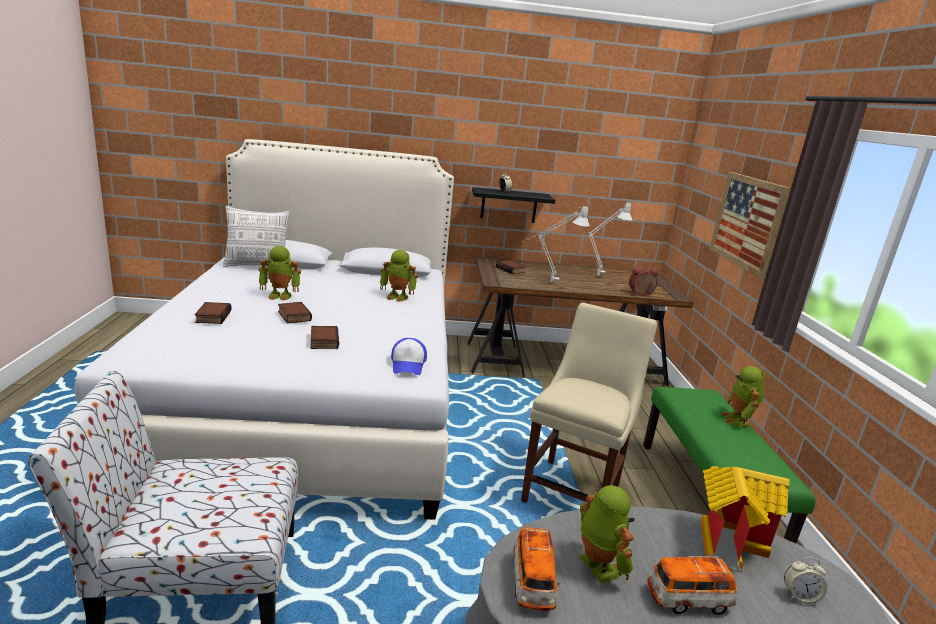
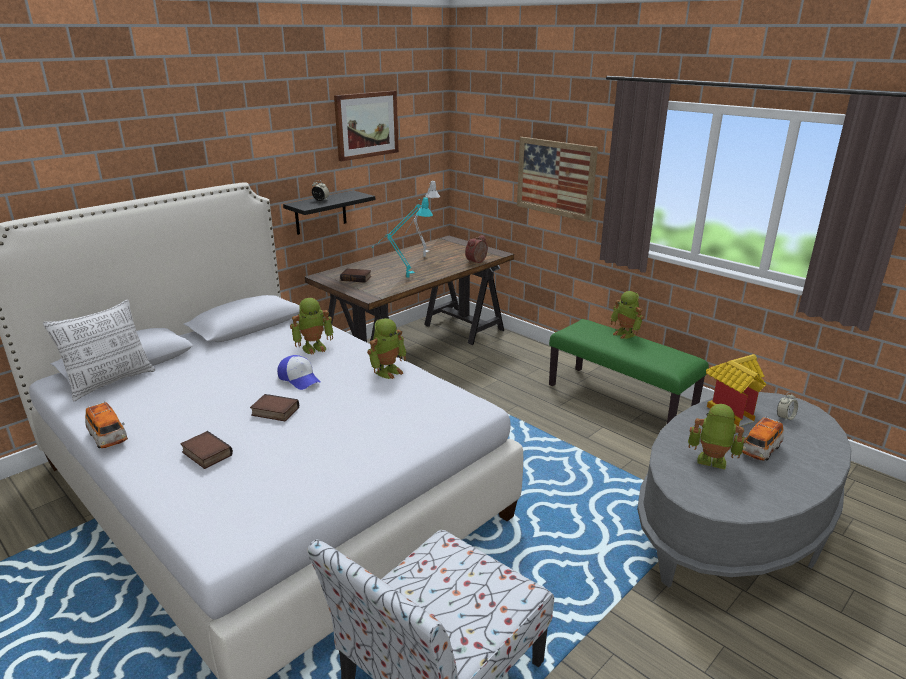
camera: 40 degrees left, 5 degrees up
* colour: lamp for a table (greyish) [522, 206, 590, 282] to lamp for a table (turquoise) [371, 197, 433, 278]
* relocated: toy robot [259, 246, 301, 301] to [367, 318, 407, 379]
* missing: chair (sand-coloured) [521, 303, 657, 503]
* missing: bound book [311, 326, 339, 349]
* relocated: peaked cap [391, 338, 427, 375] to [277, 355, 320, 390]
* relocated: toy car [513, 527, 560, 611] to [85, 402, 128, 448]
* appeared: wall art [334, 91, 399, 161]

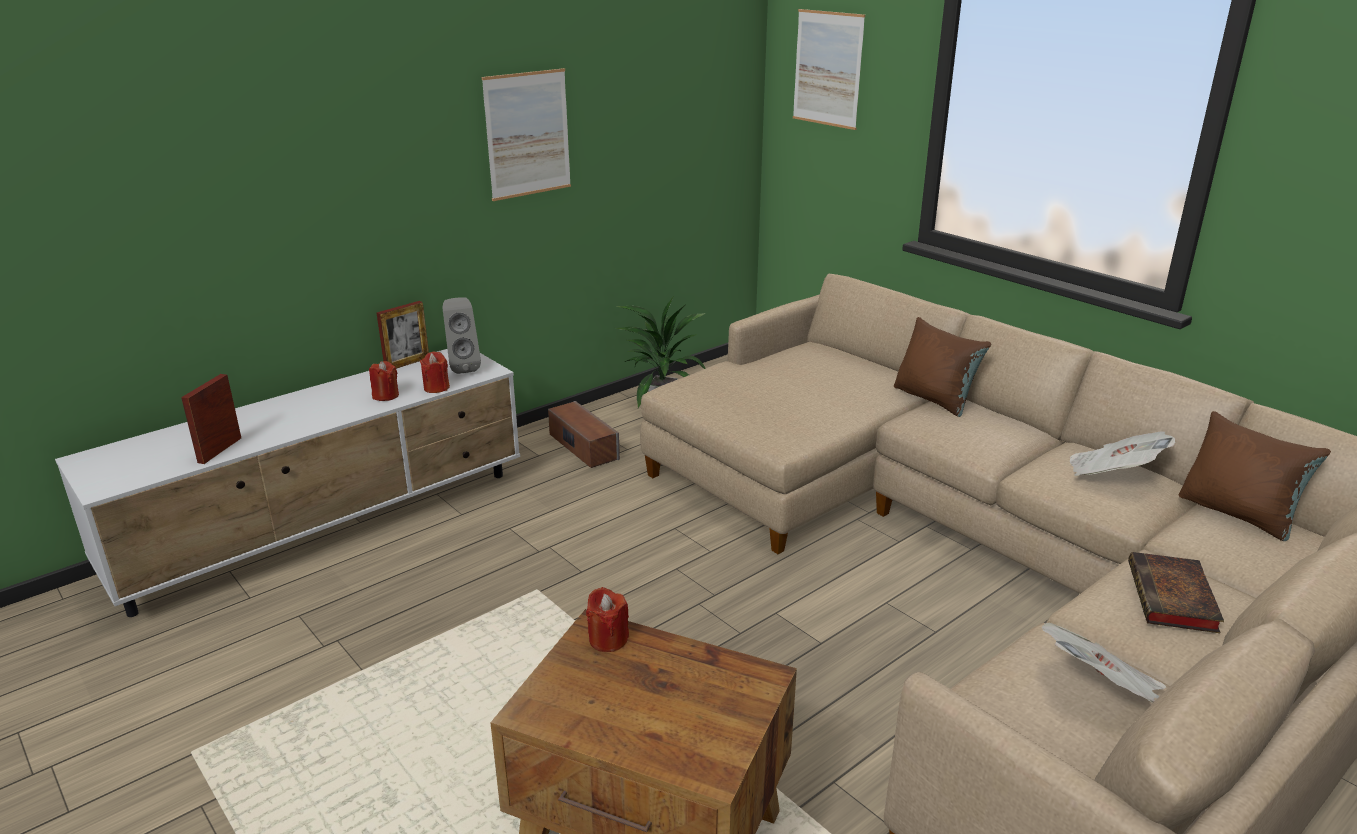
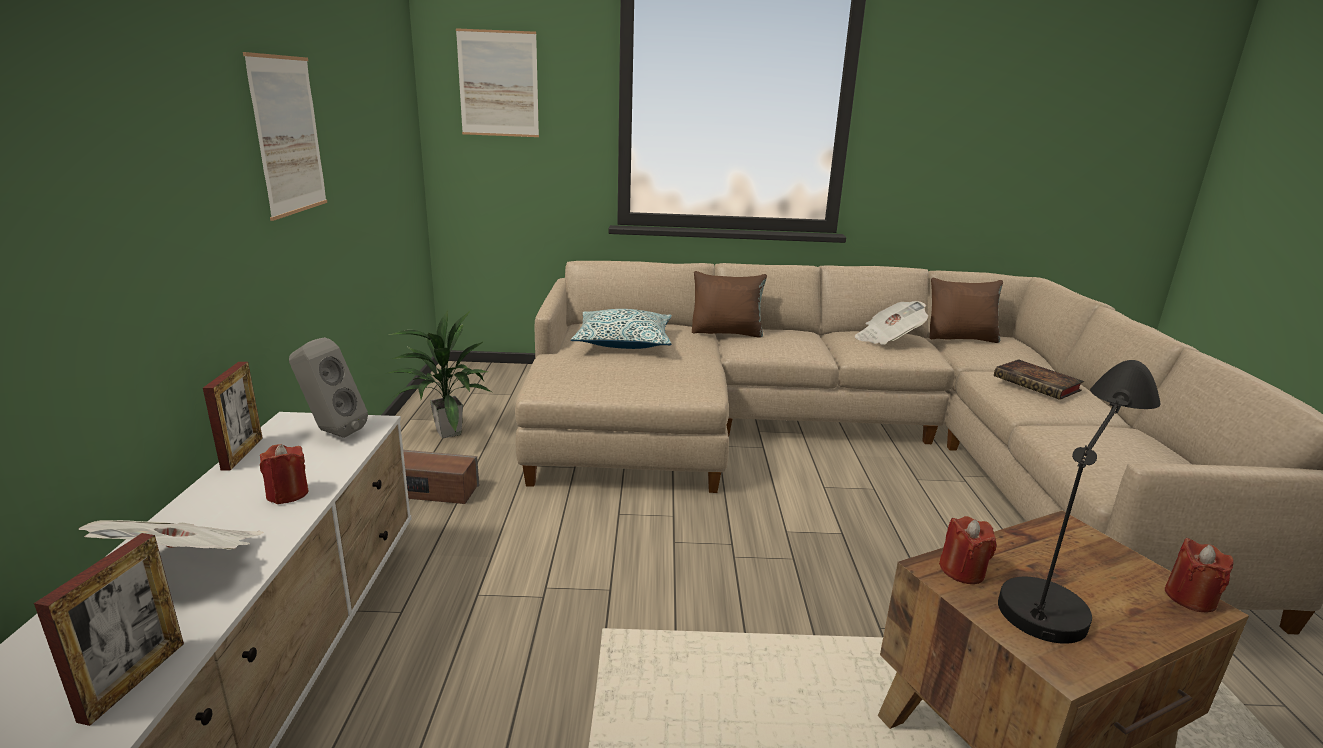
camera: 50 degrees left, 5 degrees down
* relocated: wax light (red-coloured) [420, 351, 450, 393] to [1165, 538, 1234, 612]
* spun: photo frame [181, 374, 241, 464] = [34, 533, 184, 726] 135 degrees counterclockwise
* relocated: newspaper [1042, 623, 1166, 703] to [79, 520, 264, 550]
* appeared: pillow [571, 309, 672, 349]
* appeared: lamp for a table (blackish) [998, 360, 1161, 644]

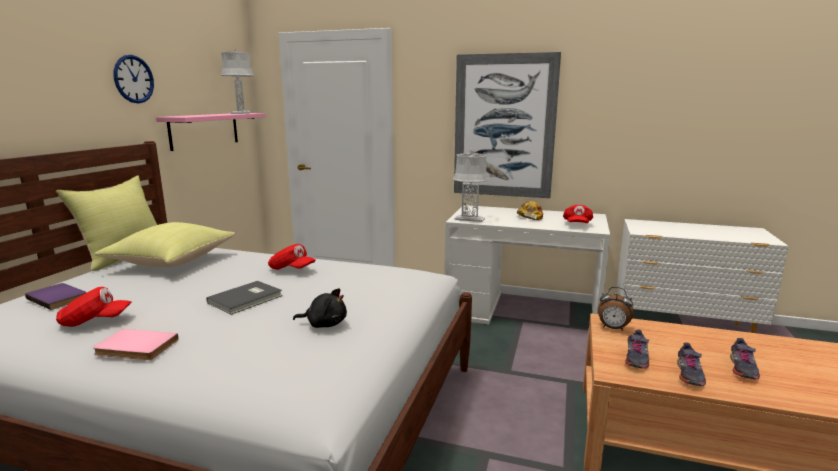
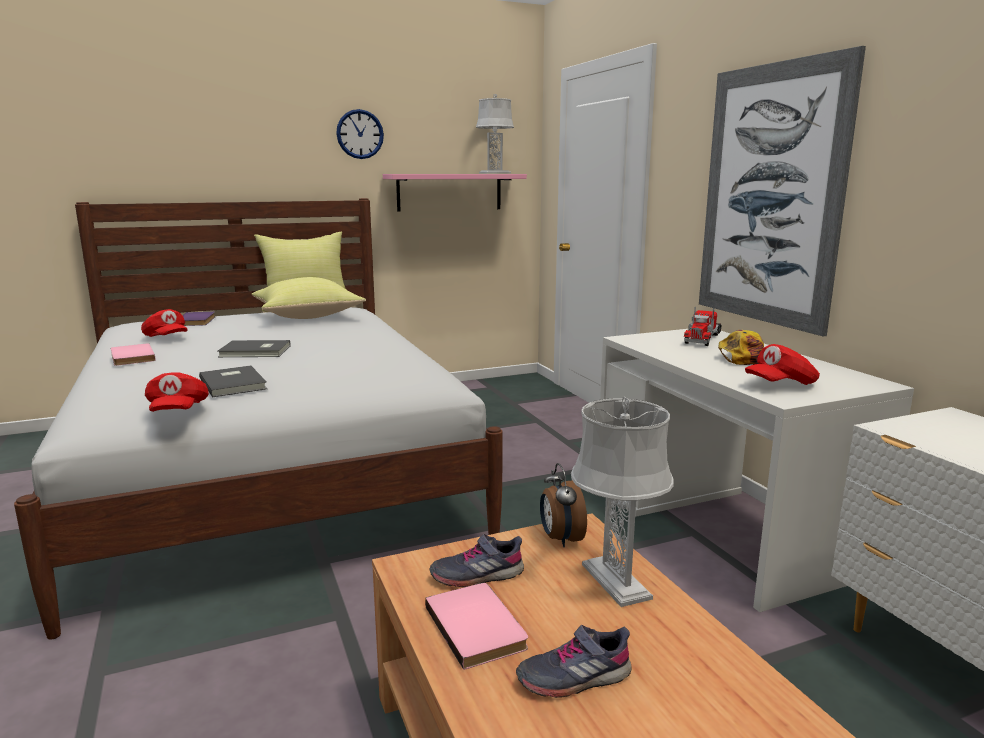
camera: 50 degrees right, 0 degrees up
* relocated: lamp for a table (greyish) [453, 150, 489, 222] to [571, 397, 674, 607]
* relocated: peaked cap (red-coloured) [268, 244, 316, 270] to [145, 373, 209, 412]
* exchanged: plush toy (blackish) [293, 288, 347, 328] to bound book (greyish) [199, 365, 267, 397]
* exchanged: shoe (greyish) [677, 343, 706, 386] to bound book (pink) [425, 583, 528, 670]
* appeared: toy truck [684, 307, 722, 346]

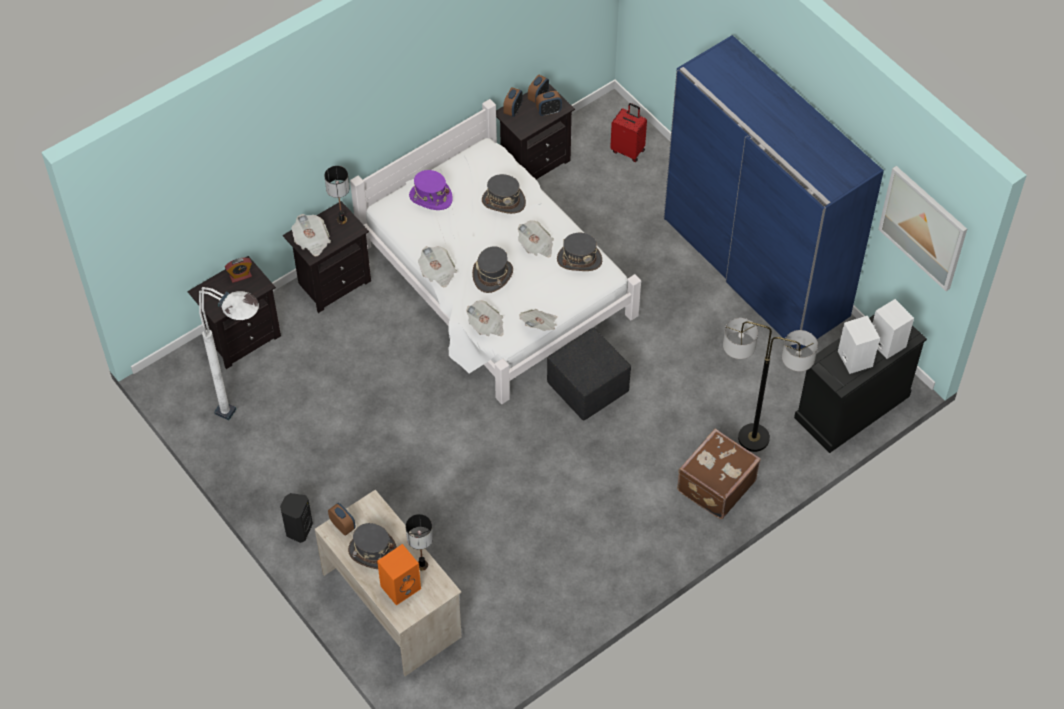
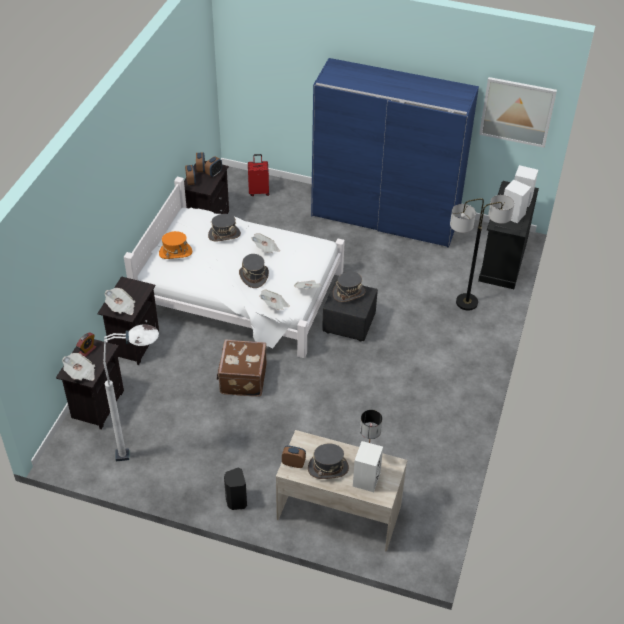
camera: 35 degrees left, 10 degrees down
* missing: lamp for a table [324, 166, 350, 224]
* colour: wearable hat (purple-coloured) [409, 170, 453, 210] to wearable hat (orangey) [159, 231, 192, 259]
* relocated: wearable hat (greyish) [557, 233, 602, 271] to [333, 272, 366, 302]
* relocated: newspaper [418, 246, 457, 287] to [62, 353, 95, 381]
* relocated: piece of luggage (brown) [677, 429, 761, 519] to [217, 339, 267, 397]
* colour: loudspeaker (orangey) [377, 544, 421, 606] to loudspeaker (white-coloured) [353, 441, 383, 492]

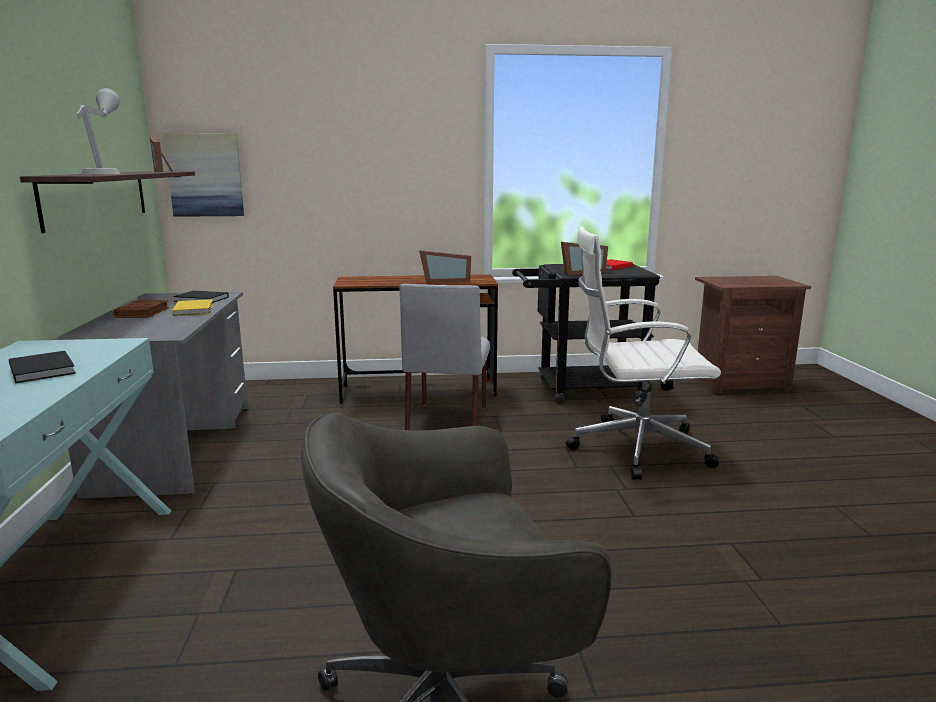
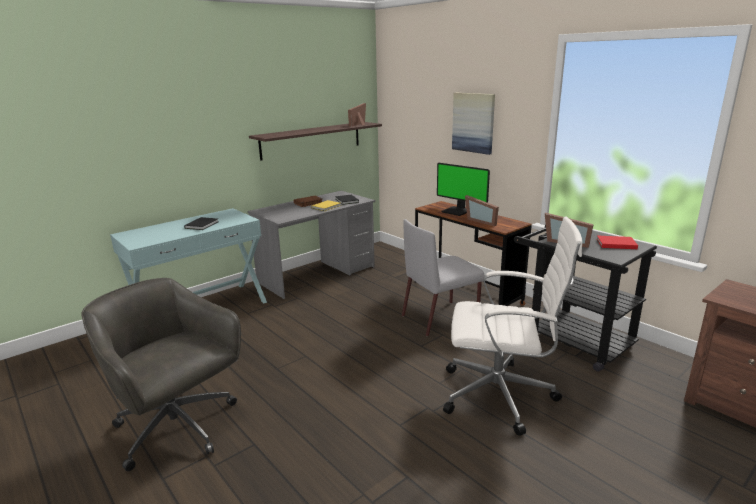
camera: 55 degrees right, 5 degrees up
* missing: lamp for a table (greyish) [77, 88, 120, 174]
* relocated: wall art [163, 133, 244, 217] to [452, 93, 495, 155]
* spun: desk chair (white-coloured) [566, 226, 721, 480] = [443, 216, 582, 436] 135 degrees clockwise
* appeared: computer display [437, 163, 490, 216]

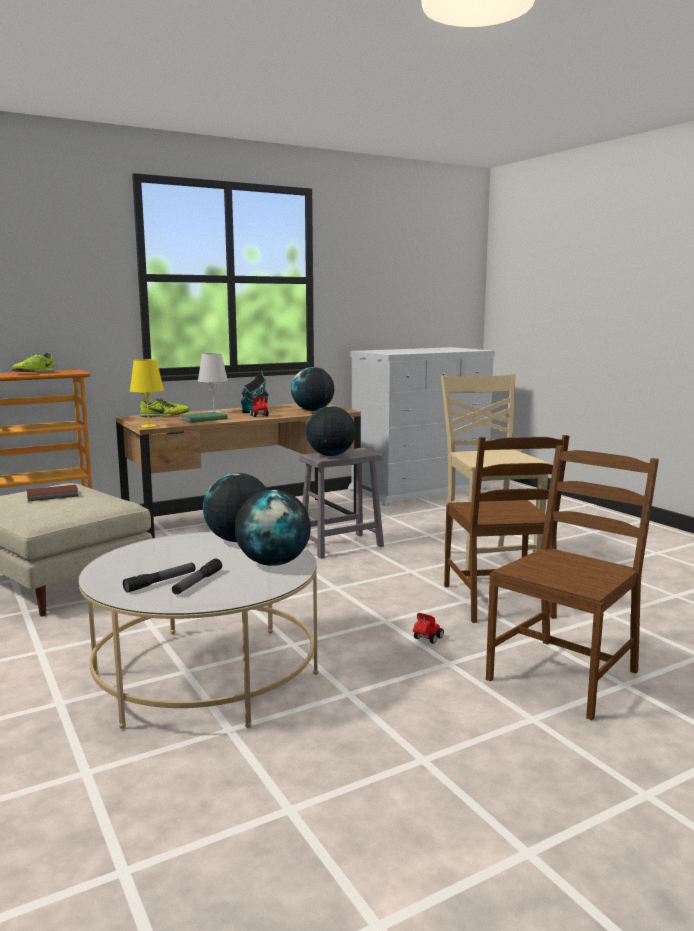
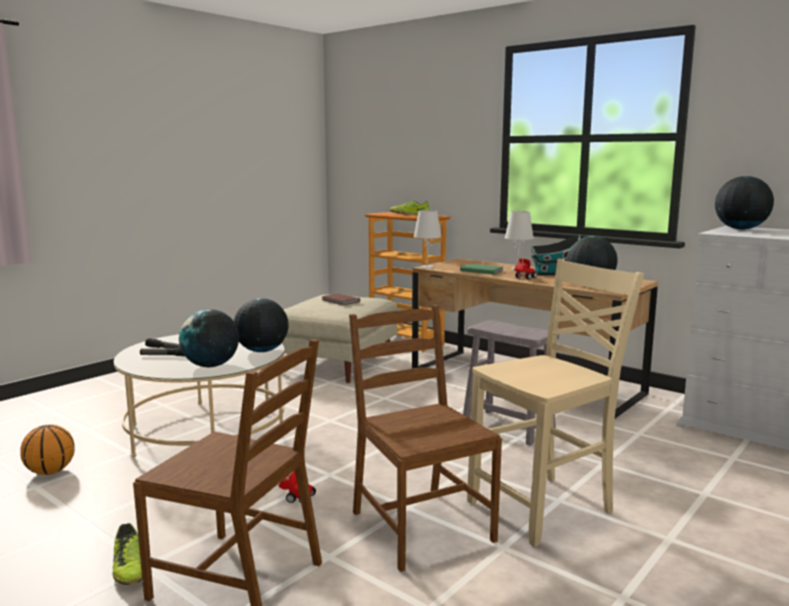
camera: 70 degrees right, 0 degrees up
* colour: lamp for a table (yellow) [130, 359, 164, 428] to lamp for a table (white-coloured) [414, 210, 442, 268]
* relocated: shoe [140, 398, 190, 417] to [113, 523, 142, 585]
* relocated: desk globe [306, 406, 356, 456] to [715, 176, 774, 229]
* spun: chair (brown) [444, 435, 570, 623] = [349, 305, 502, 572] 90 degrees clockwise
* appeared: basketball ball [20, 424, 75, 475]

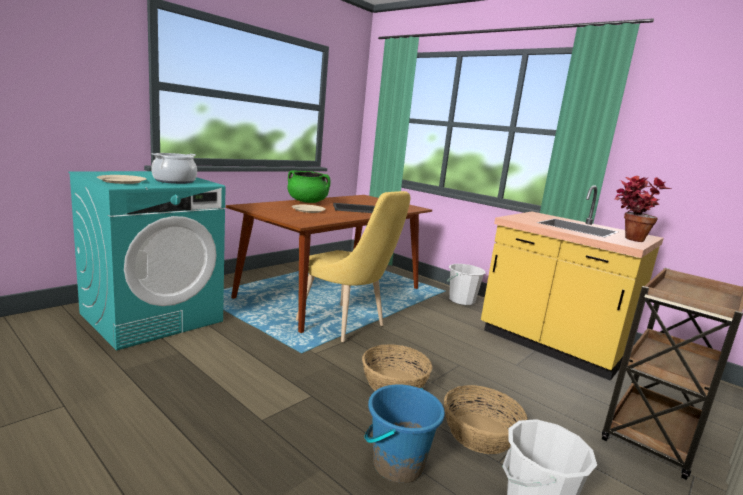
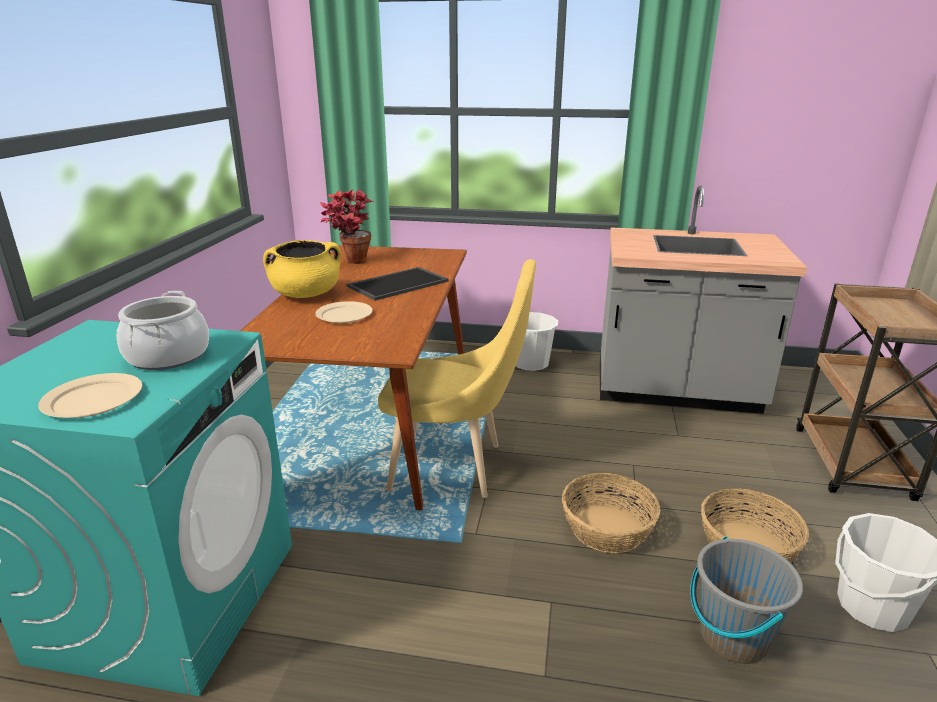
camera: 30 degrees left, 10 degrees up
* colour: stockpot (green) [287, 170, 331, 203] to stockpot (yellow) [263, 240, 341, 298]
* relocated: potted plant [615, 176, 672, 242] to [320, 190, 375, 264]
* colour: kitchen counter (yellow) [481, 185, 664, 381] to kitchen counter (greyish) [600, 185, 807, 414]
* colour: pail (bluish) [364, 384, 445, 483] to pail (greyish) [690, 536, 803, 664]

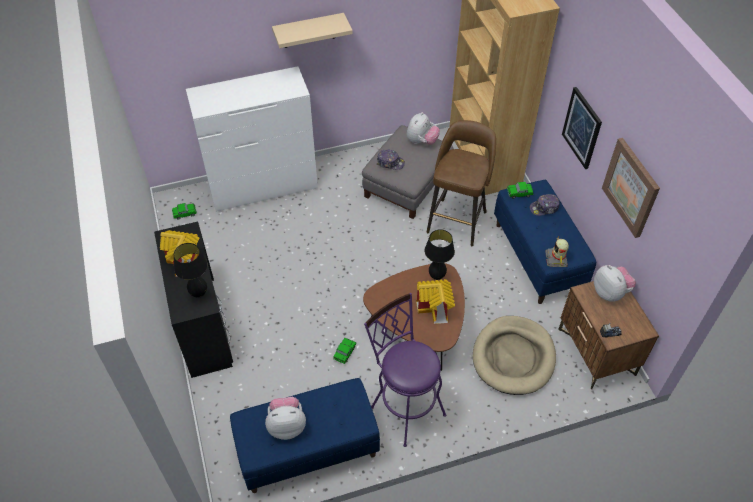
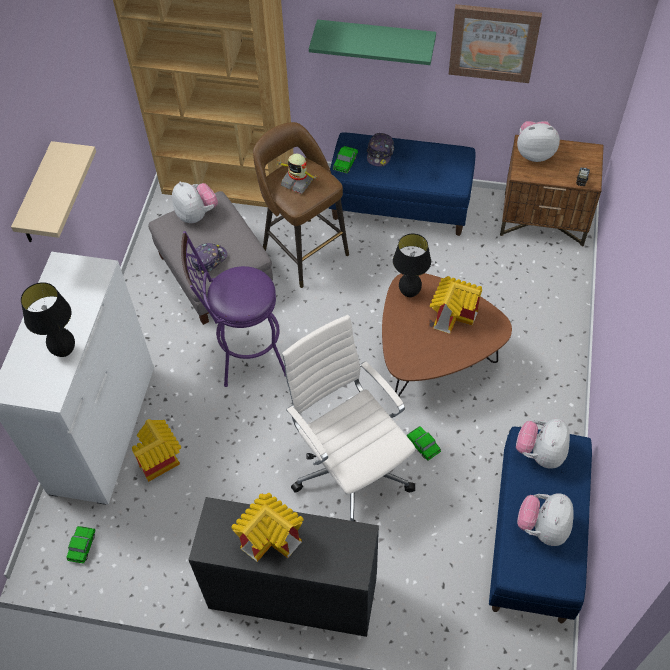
camera: 60 degrees left, 5 degrees up
* exchanged: wall art [562, 87, 602, 169] to wall shelf (green) [309, 19, 436, 65]
* relocated: toy robot [545, 236, 569, 267] to [277, 154, 317, 194]
* relocated: lamp for a table (blackish) [174, 243, 208, 298] to [21, 282, 75, 357]
* relocated: stool seat (purple-coloured) [364, 293, 446, 447] to [181, 231, 286, 387]
* missing: dog cushion (sand-coloured) [473, 316, 556, 395]
* appeared: desk chair (white-coloured) [282, 315, 416, 522]
* appeared: toy house [132, 419, 181, 482]
* appeared: plush toy [516, 419, 570, 469]

